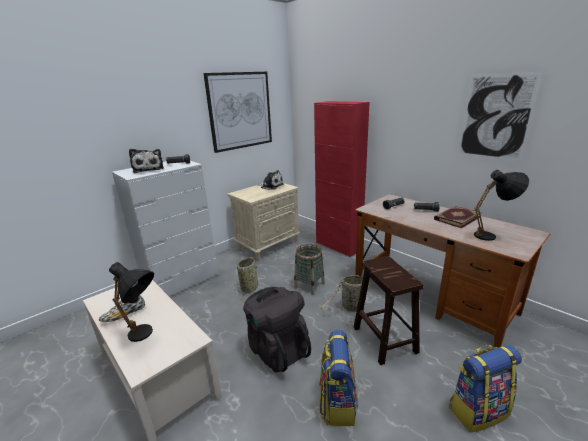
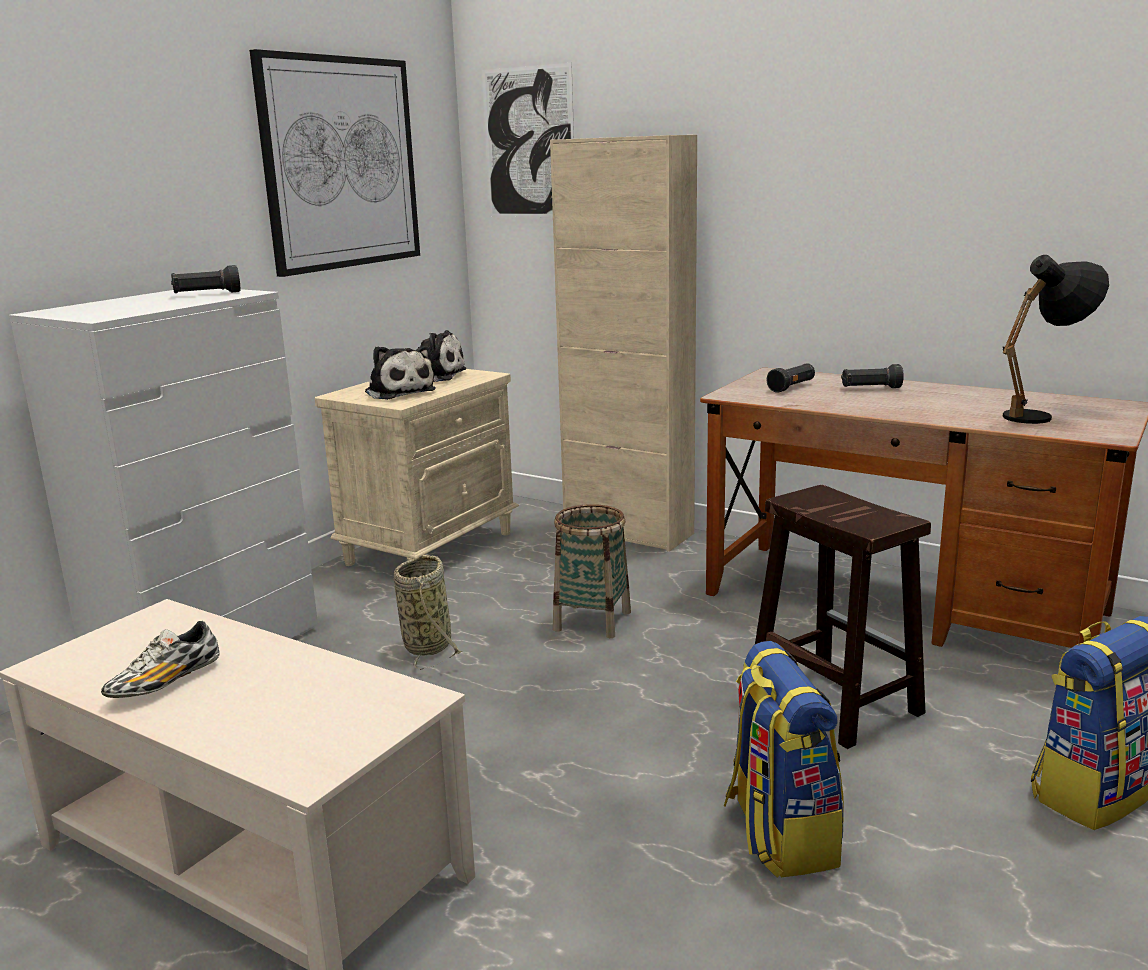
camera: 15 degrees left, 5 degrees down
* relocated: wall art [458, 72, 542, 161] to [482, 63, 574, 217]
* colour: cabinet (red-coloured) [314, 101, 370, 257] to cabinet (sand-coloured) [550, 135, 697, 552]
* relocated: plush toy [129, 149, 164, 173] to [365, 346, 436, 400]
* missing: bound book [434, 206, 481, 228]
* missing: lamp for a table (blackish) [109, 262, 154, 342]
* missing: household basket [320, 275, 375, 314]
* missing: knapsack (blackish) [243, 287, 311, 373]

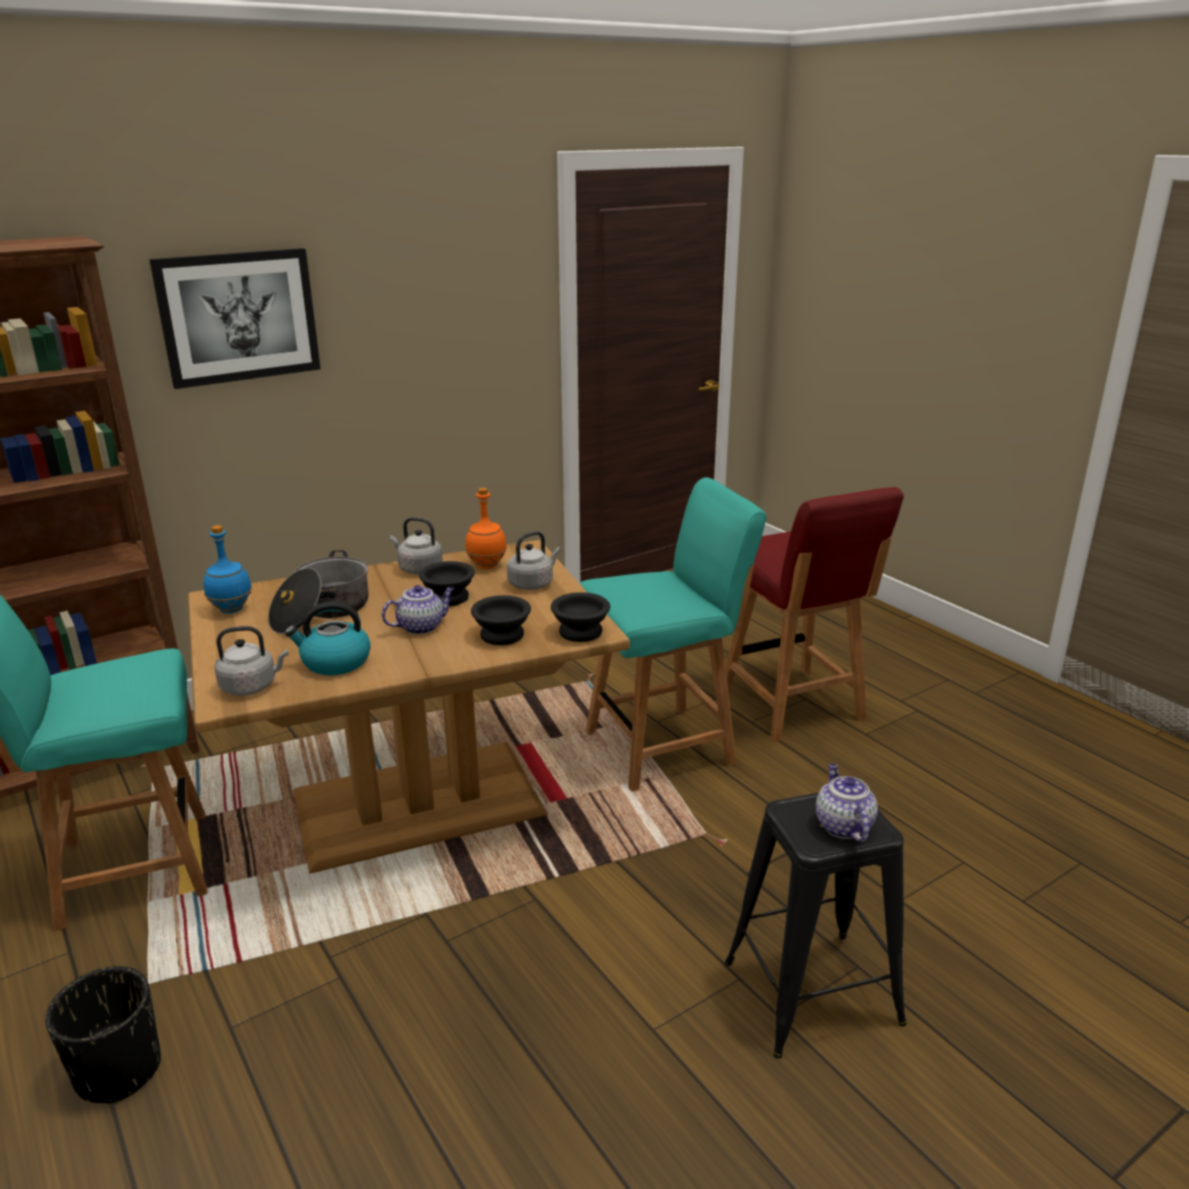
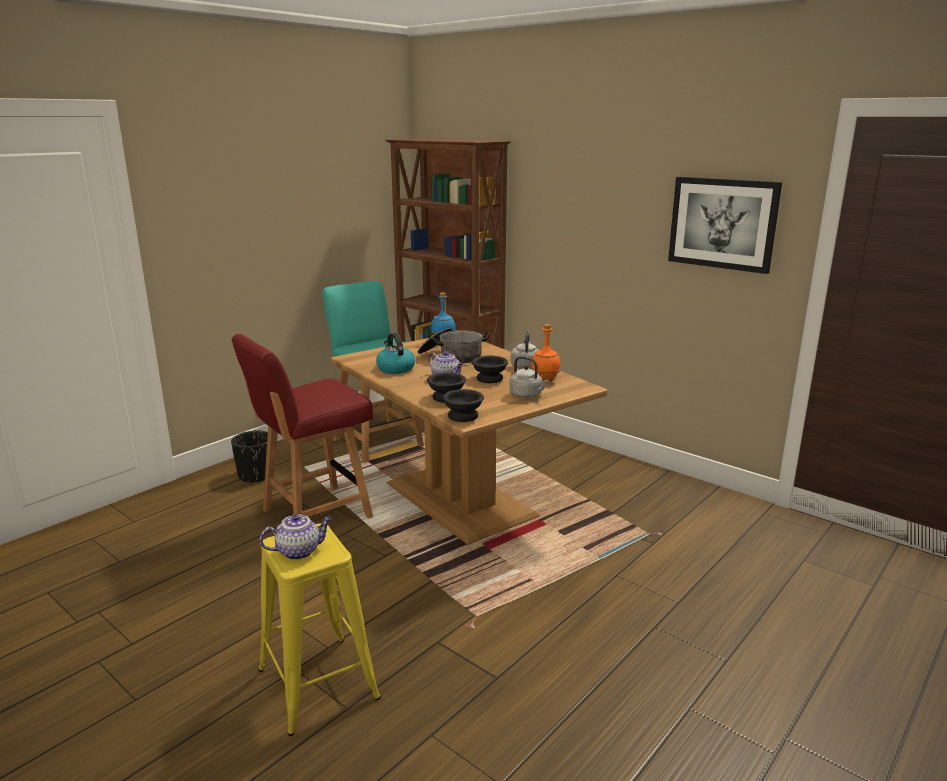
camera: 75 degrees right, 5 degrees down
* relocated: wall art [149, 248, 321, 389] to [668, 177, 782, 274]
* missing: chair (turquoise) [579, 477, 767, 792]
* relocated: chair (red-coloured) [725, 487, 904, 743] to [232, 334, 373, 519]
* missing: kettle (greyish) [215, 626, 289, 696]
* colour: stool seat (blackish) [725, 793, 907, 1058] to stool seat (yellow) [258, 523, 381, 736]

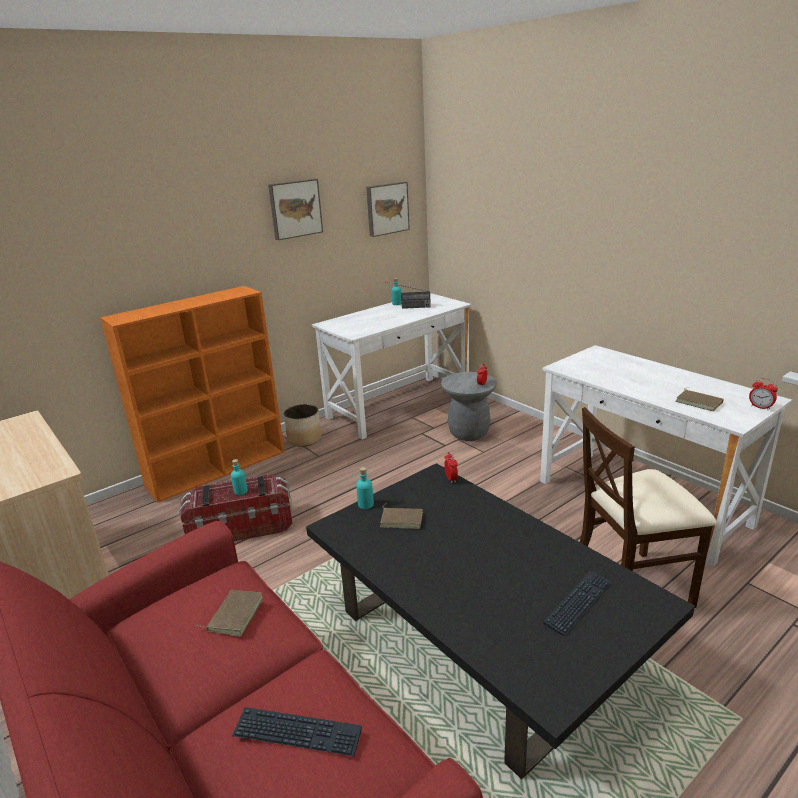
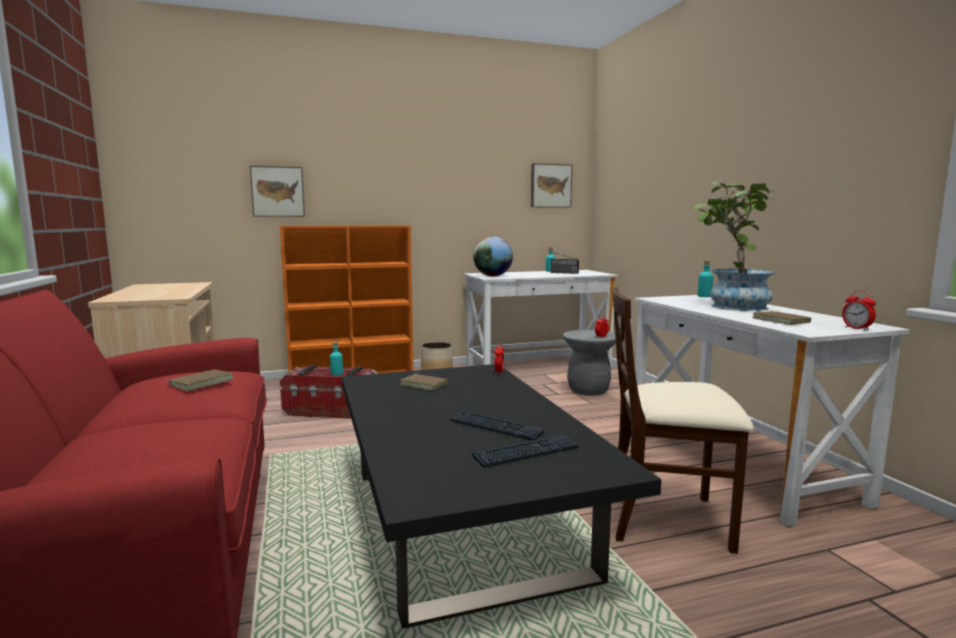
camera: 20 degrees right, 15 degrees down
* relocated: wall art [268, 179, 323, 240] to [250, 166, 305, 217]
* relocated: beverage bottle (turquoise) [356, 467, 374, 509] to [698, 260, 713, 297]
* relocated: keyboard [232, 707, 362, 756] to [449, 411, 545, 441]
* appeared: potted plant [694, 182, 776, 311]
* appeared: desk globe [473, 237, 513, 276]

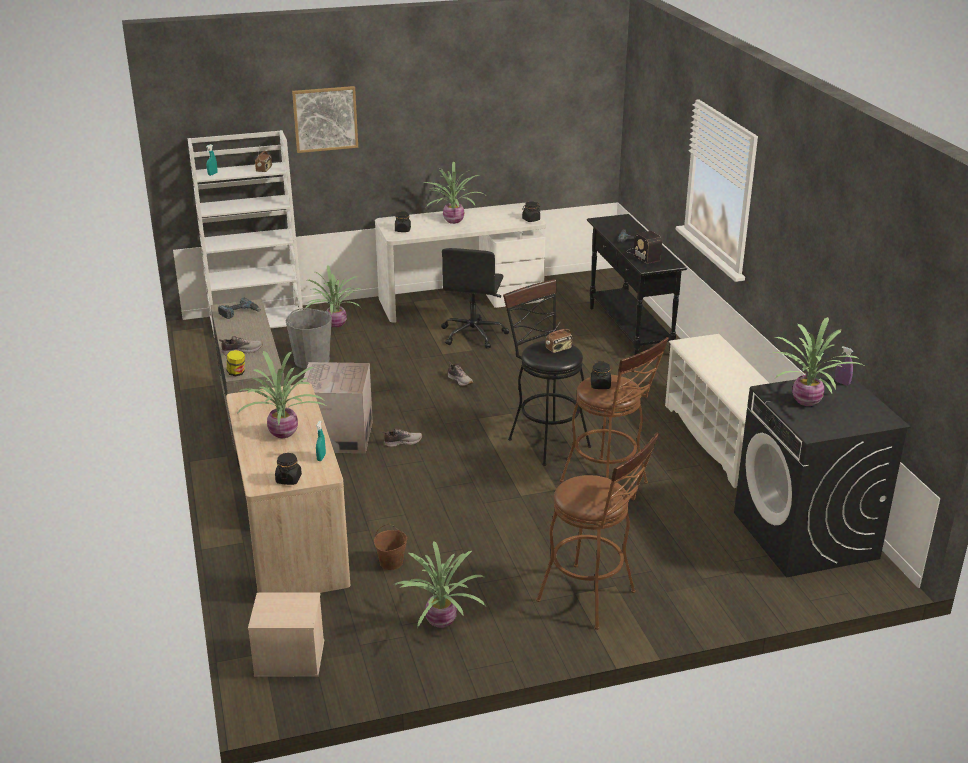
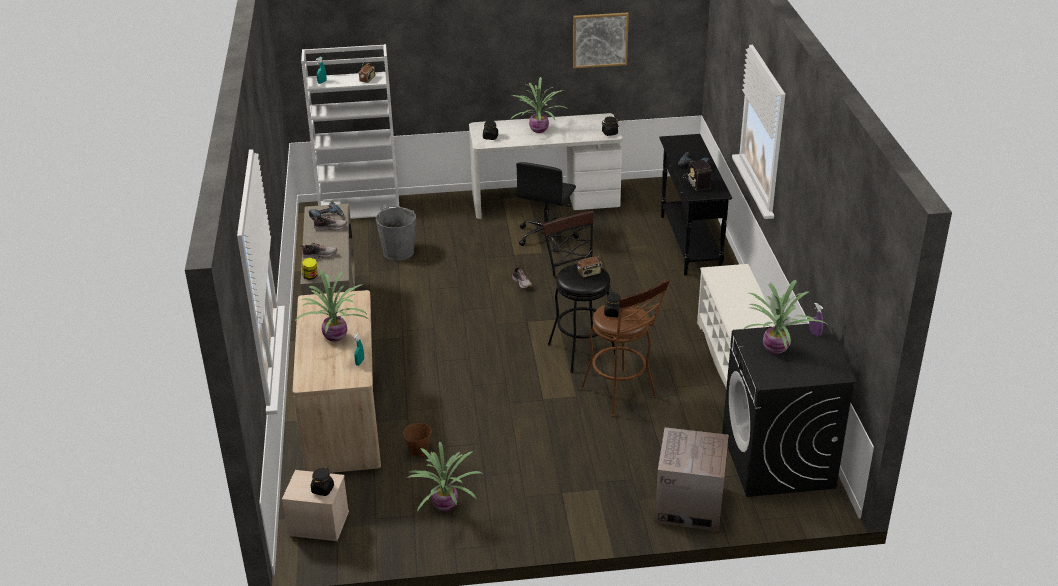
camera: 10 degrees right, 5 degrees up
* relocated: wall art [292, 86, 358, 153] to [573, 13, 629, 68]
* missing: potted plant [306, 265, 361, 327]
* relocated: carton [302, 362, 373, 453] to [655, 428, 728, 531]
* relocated: shoe [383, 428, 422, 447] to [312, 215, 347, 231]
* missing: stool seat (brown) [536, 432, 659, 630]
* relocated: jar (blackish) [275, 453, 302, 485] to [311, 468, 334, 496]

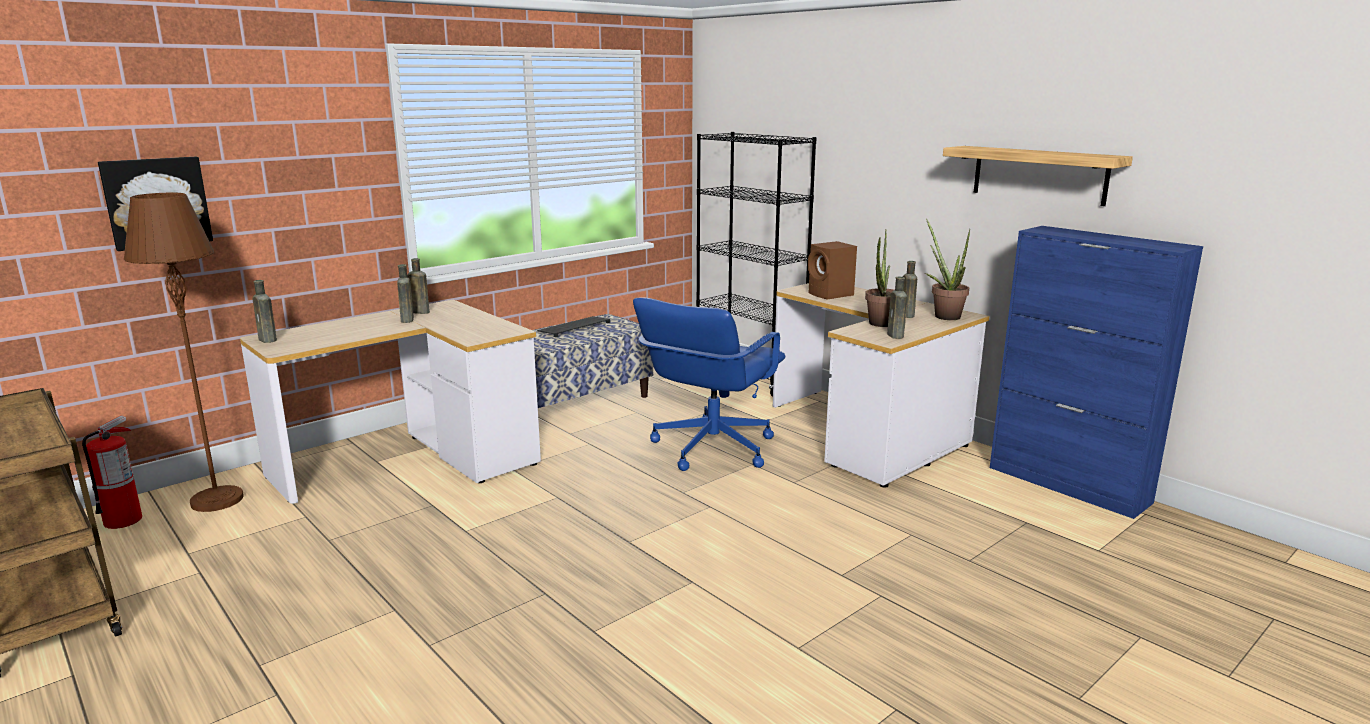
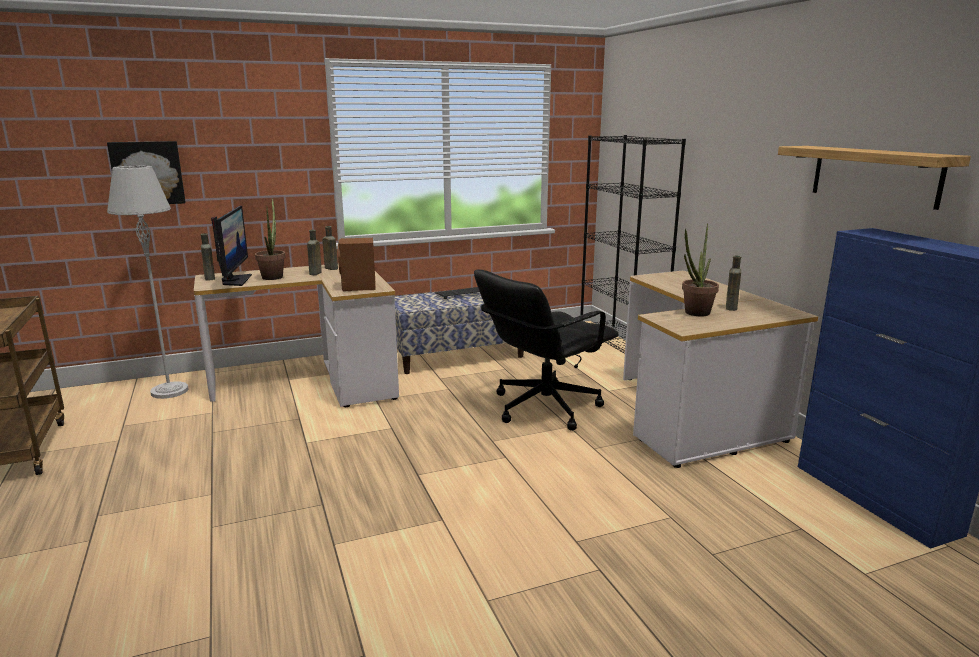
camera: 20 degrees right, 0 degrees up
* colour: floor lamp (brown) [124, 193, 244, 512] to floor lamp (greyish) [107, 165, 189, 399]
* relocated: potted plant [925, 219, 970, 320] to [255, 198, 285, 280]
* relocated: loudspeaker (brown) [808, 241, 857, 300] to [338, 238, 376, 291]
* missing: beverage bottle (brown) [887, 277, 907, 339]
* colour: desk chair (bluish) [633, 297, 786, 471] to desk chair (blackish) [474, 270, 618, 431]
* missing: fire-fighting cylinder [82, 415, 142, 529]
* appeared: computer display [211, 206, 252, 286]

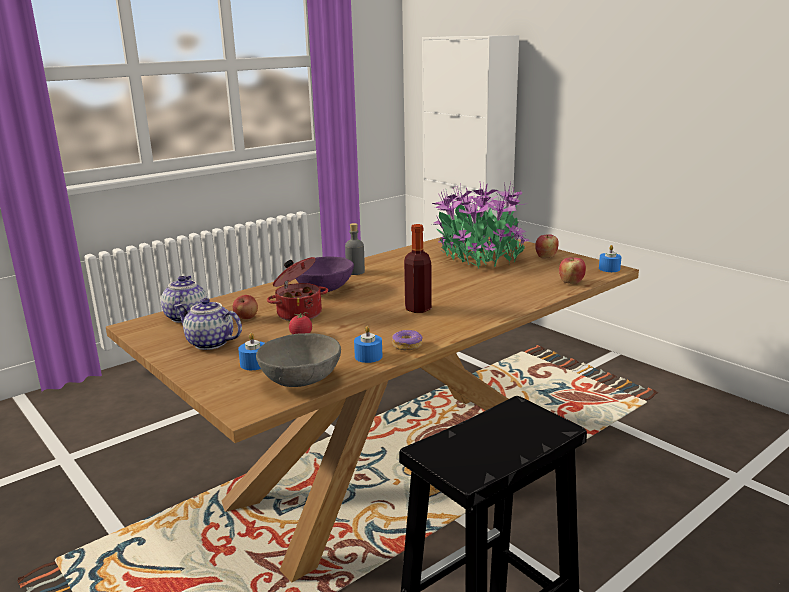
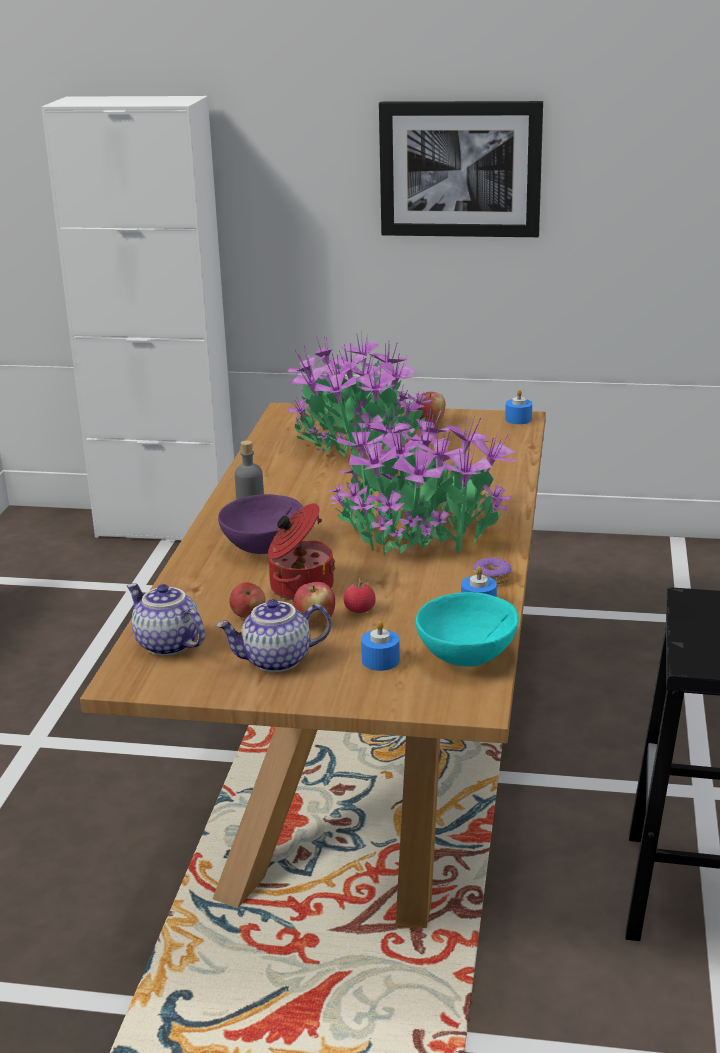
camera: 40 degrees left, 5 degrees up
* exchanged: beverage bottle [404, 224, 432, 313] to potted plant [328, 407, 518, 556]
* relocated: whole apple [559, 257, 586, 284] to [293, 582, 335, 627]
* colour: serving bowl (greyish) [256, 333, 341, 387] to serving bowl (turquoise) [416, 592, 519, 666]
* appeared: wall art [379, 101, 543, 237]

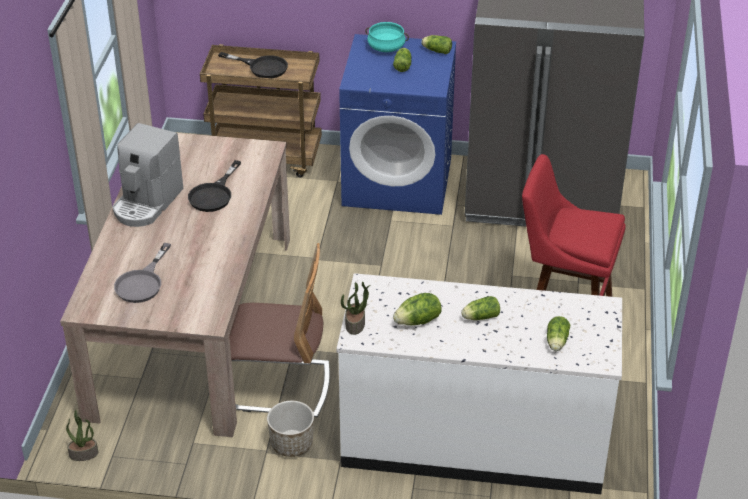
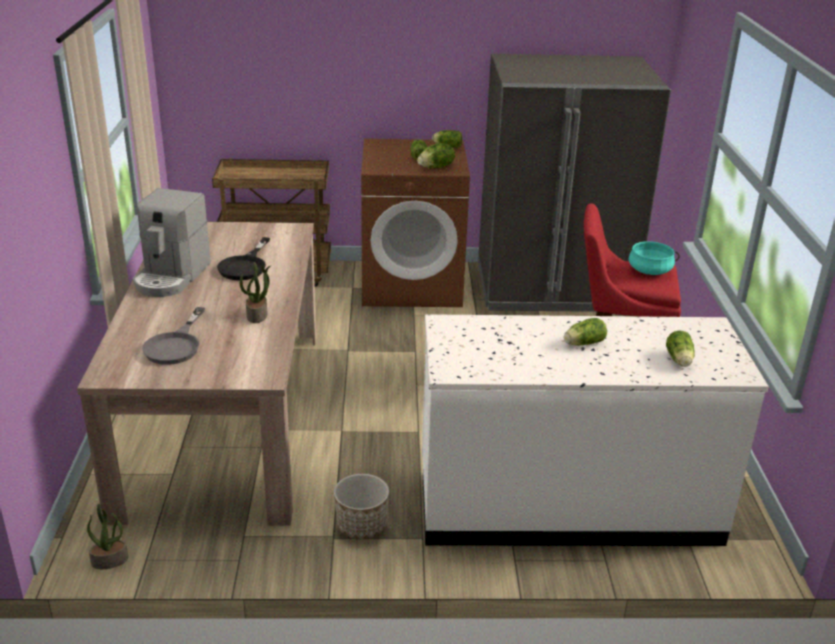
camera: 10 degrees left, 10 degrees down
* relocated: stockpot (turquoise) [366, 22, 409, 52] to [625, 241, 680, 275]
* colour: laundry machine (bluish) [339, 34, 456, 215] to laundry machine (brown) [361, 139, 470, 307]
* missing: frying pan (blackish) [218, 52, 288, 78]
* missing: chair [229, 243, 330, 417]
* relocated: potted plant [341, 282, 371, 335] to [240, 262, 270, 323]
* relocated: head of lettuce [393, 293, 442, 325] to [417, 143, 455, 168]

